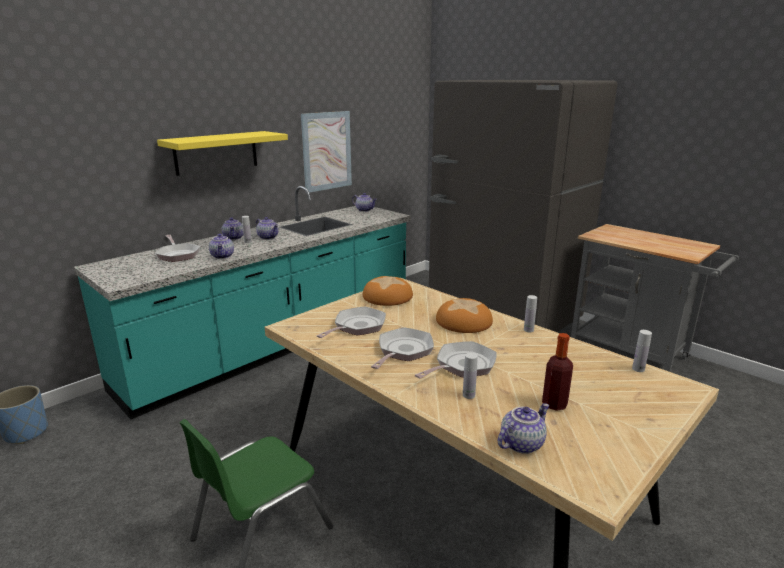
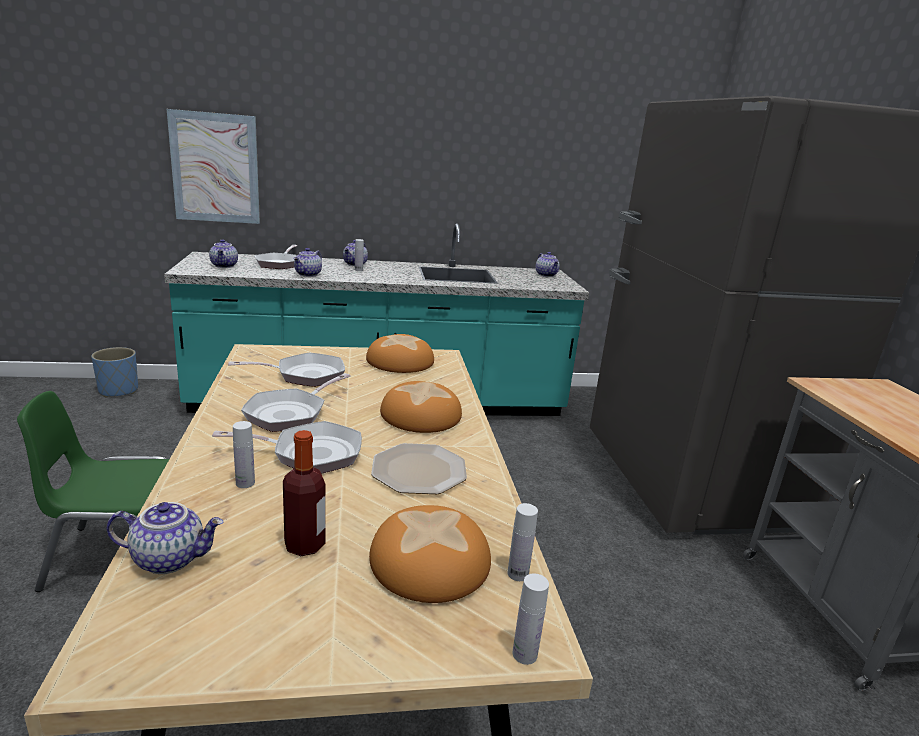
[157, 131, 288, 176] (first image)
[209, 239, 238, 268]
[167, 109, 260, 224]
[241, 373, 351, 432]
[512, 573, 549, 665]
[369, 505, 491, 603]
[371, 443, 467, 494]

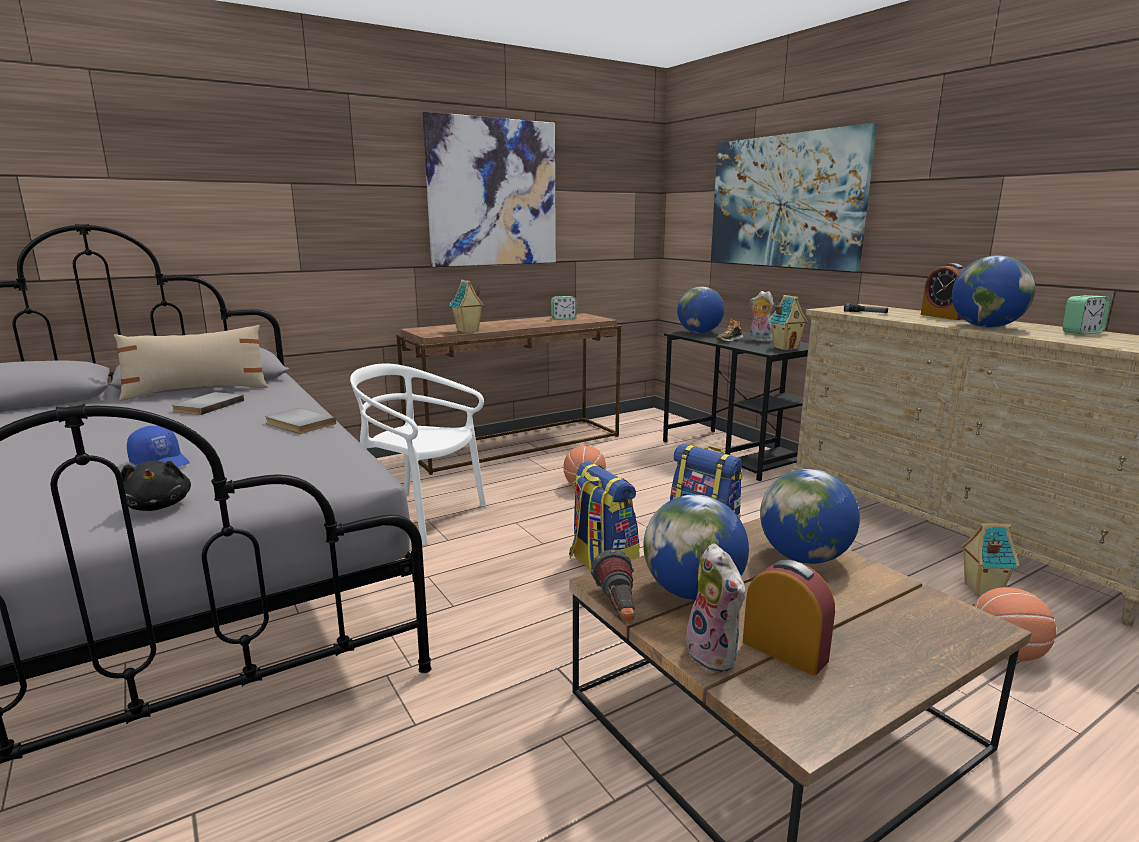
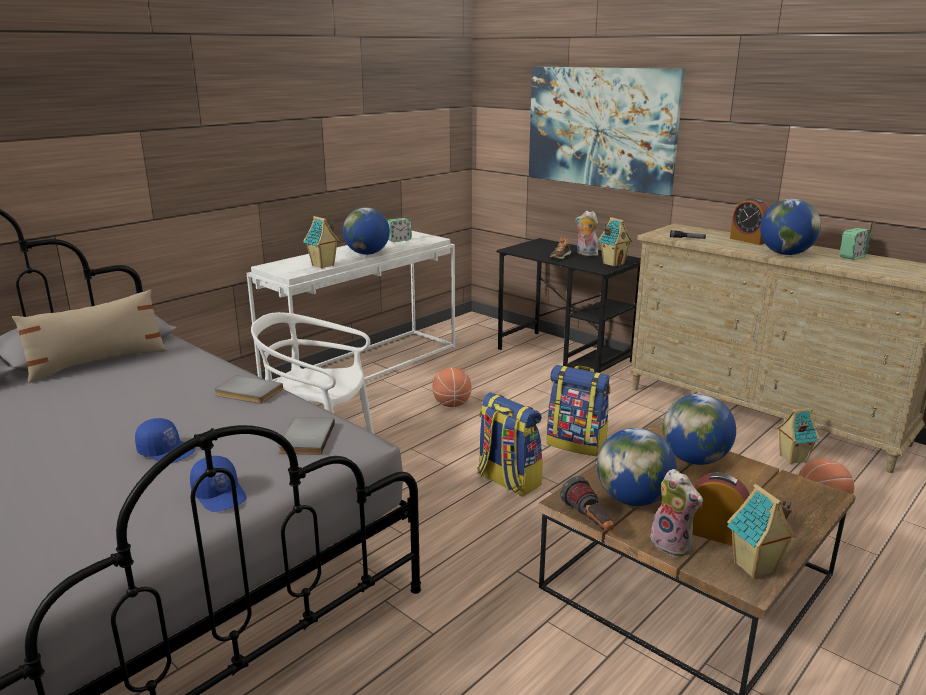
[190, 456, 247, 512]
[278, 417, 335, 455]
[247, 231, 455, 402]
[423, 111, 556, 267] (first image)
[343, 207, 390, 255]
[727, 484, 797, 579]

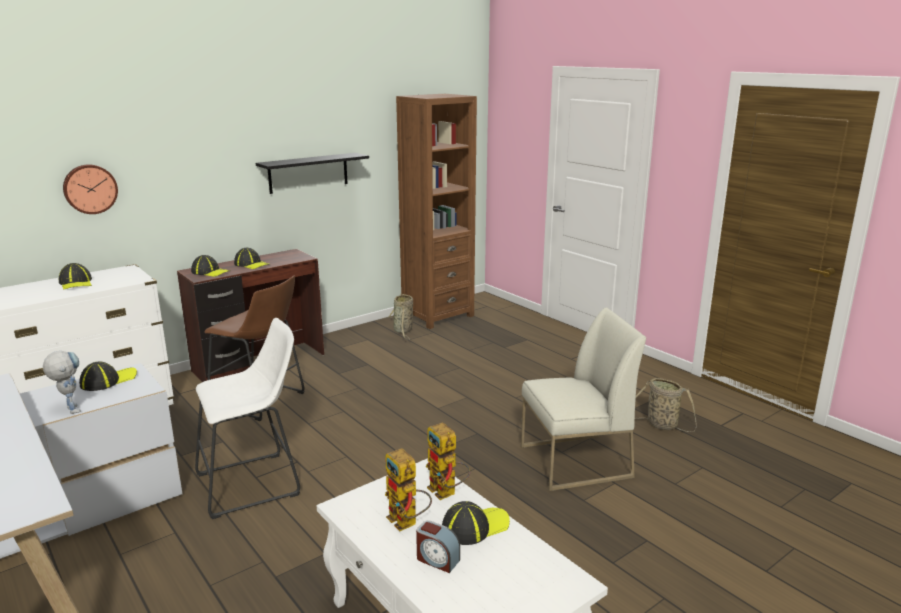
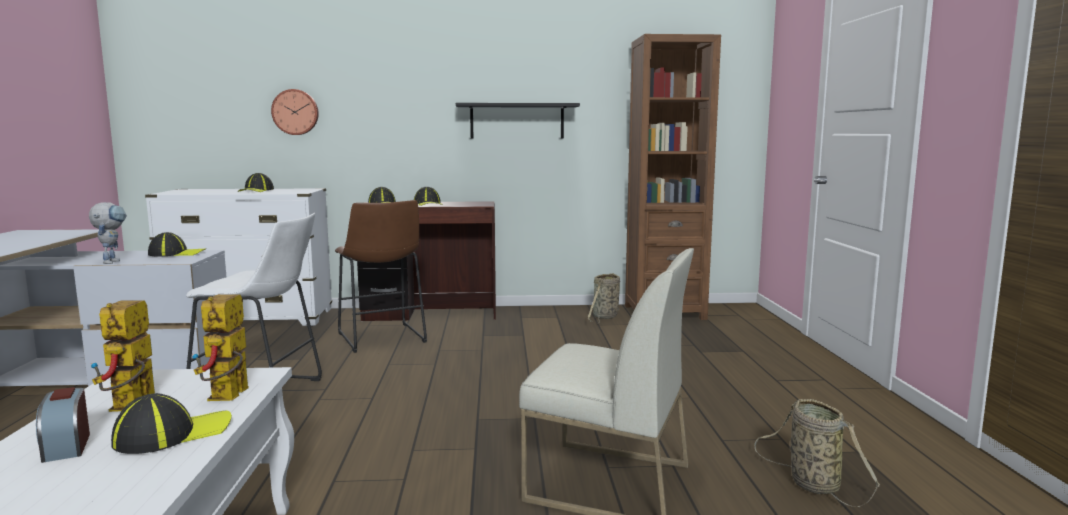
[111, 393, 232, 454]

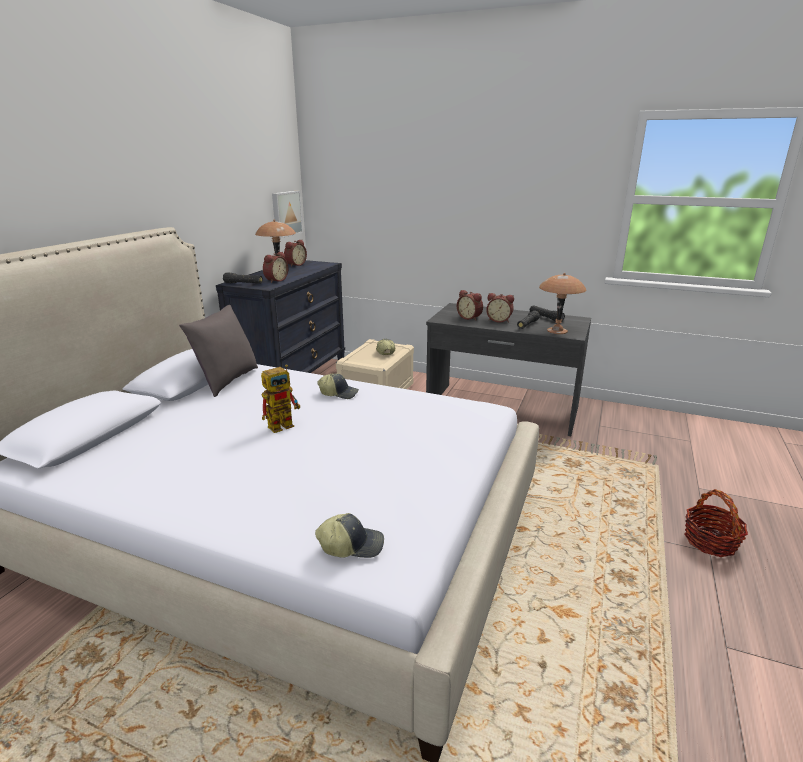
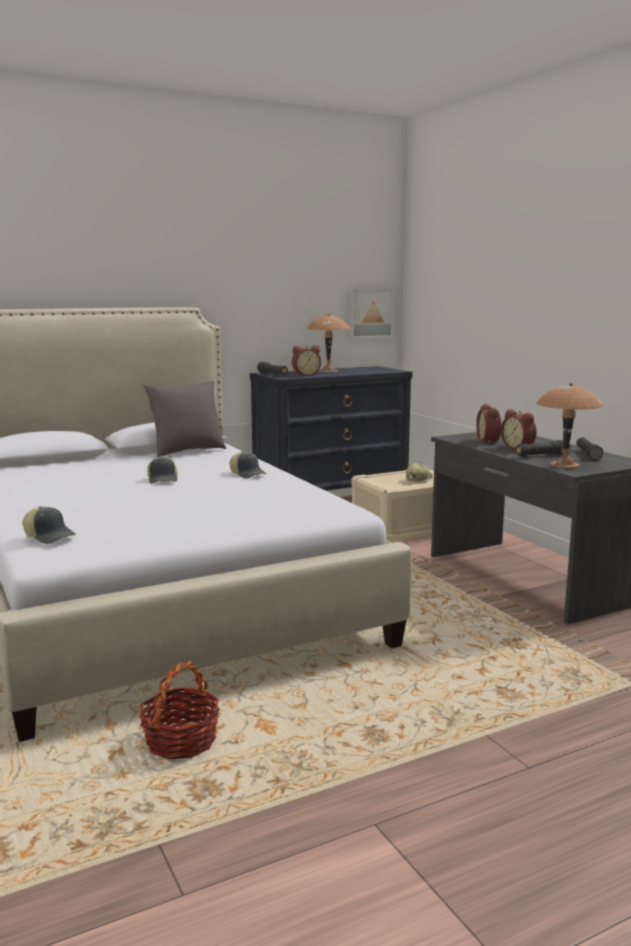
[147, 456, 178, 484]
[284, 240, 307, 267] (first image)
[139, 661, 220, 759]

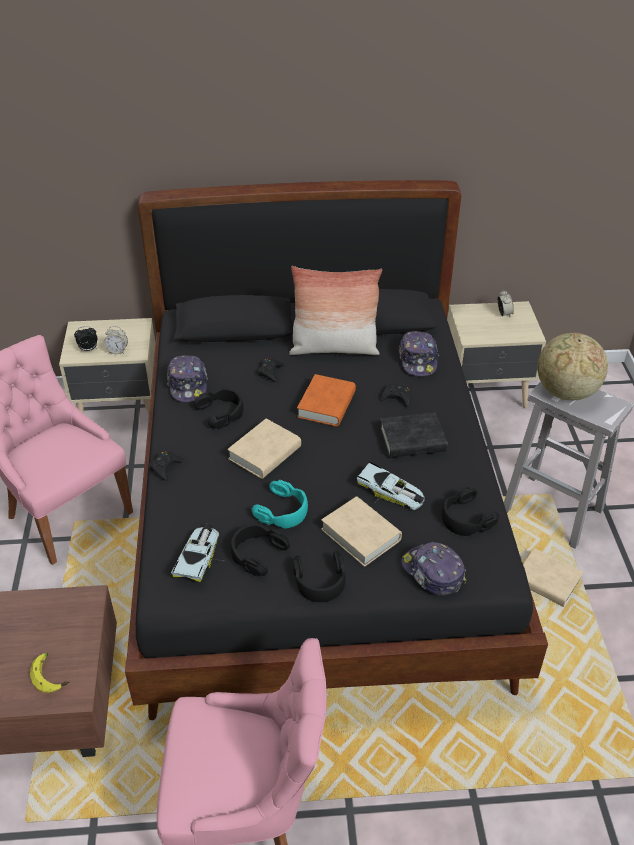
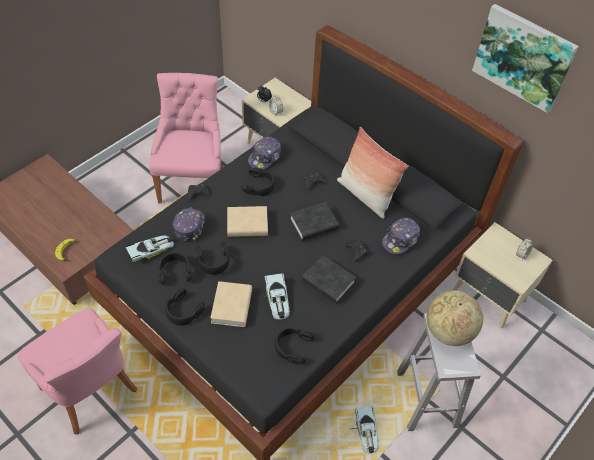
[195, 242, 229, 275]
[290, 202, 339, 241]
[173, 207, 205, 241]
[351, 406, 379, 454]
[472, 4, 579, 113]

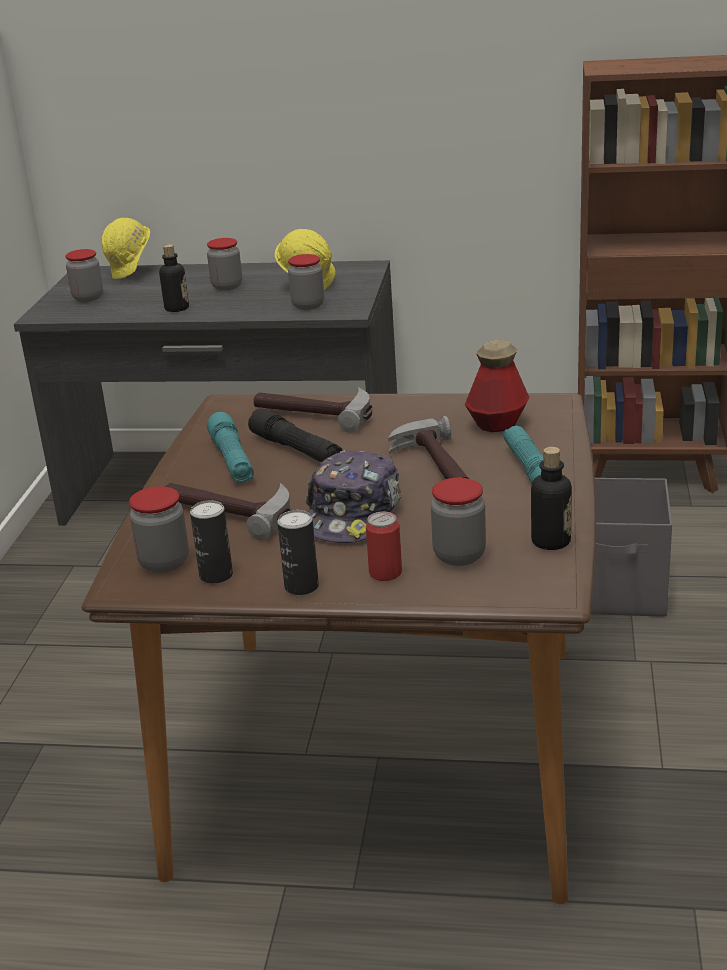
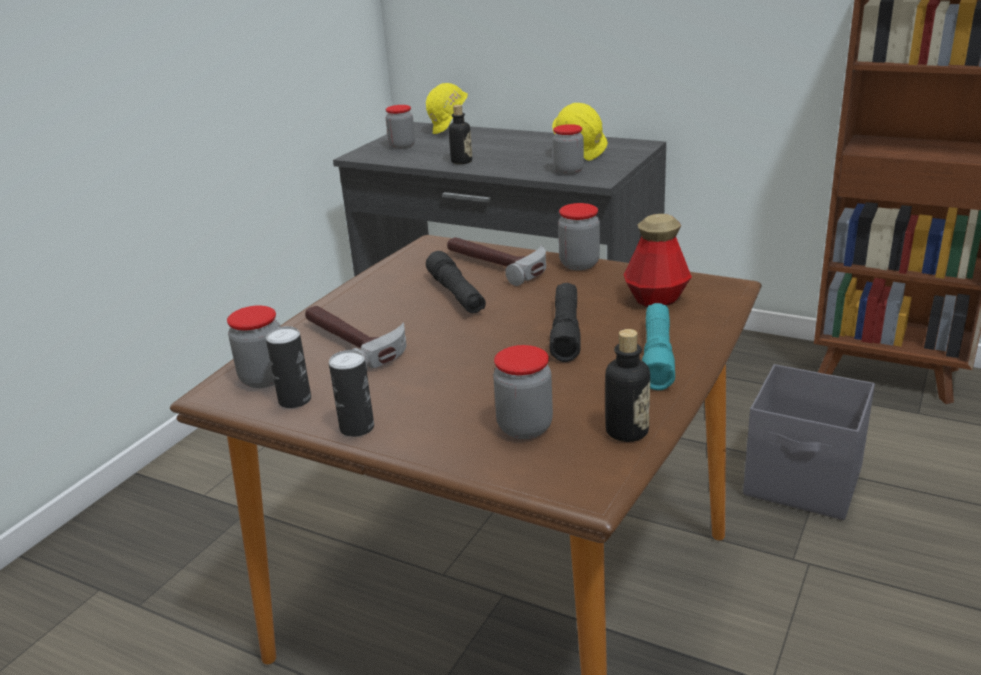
[558, 203, 600, 270]
[207, 412, 254, 483] (first image)
[305, 449, 402, 543] (first image)
[366, 512, 402, 581] (first image)
[549, 283, 581, 362]

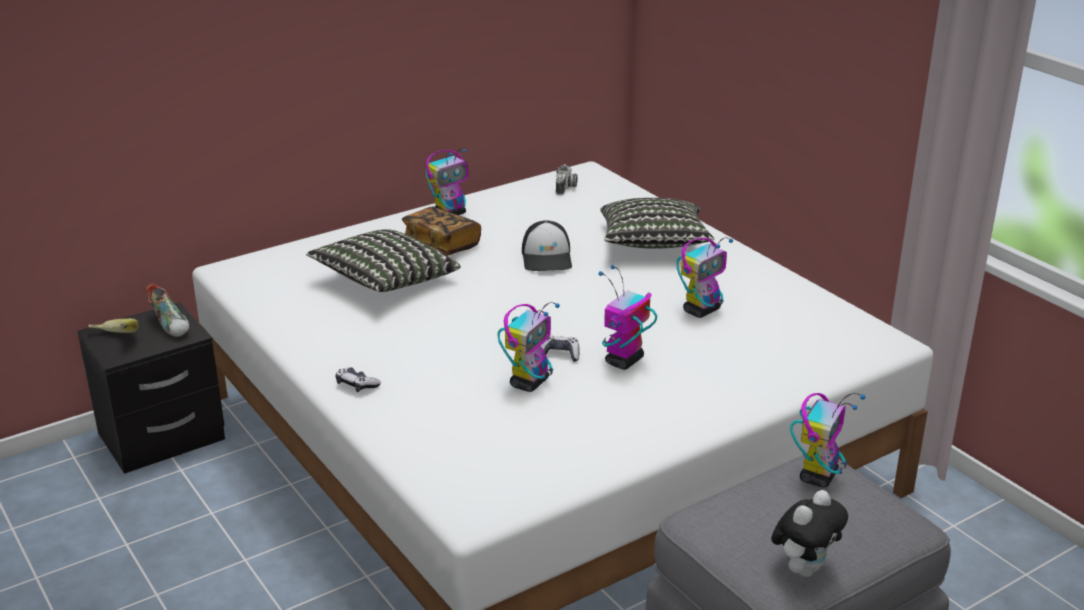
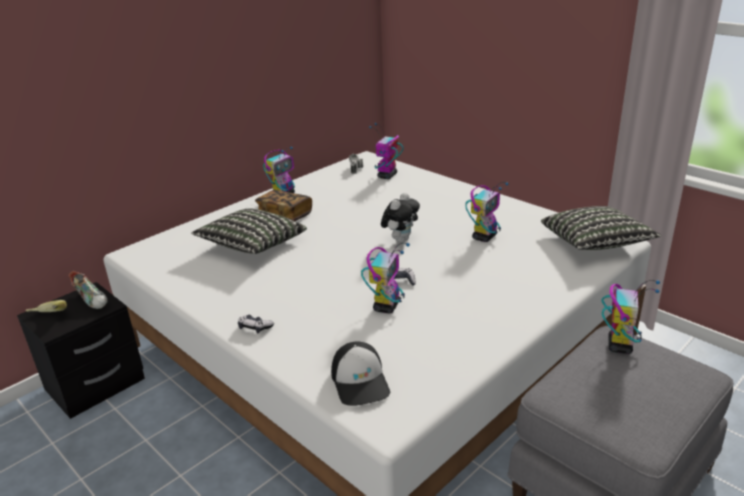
[331, 342, 390, 406]
[369, 123, 403, 179]
[541, 206, 661, 250]
[381, 193, 420, 243]

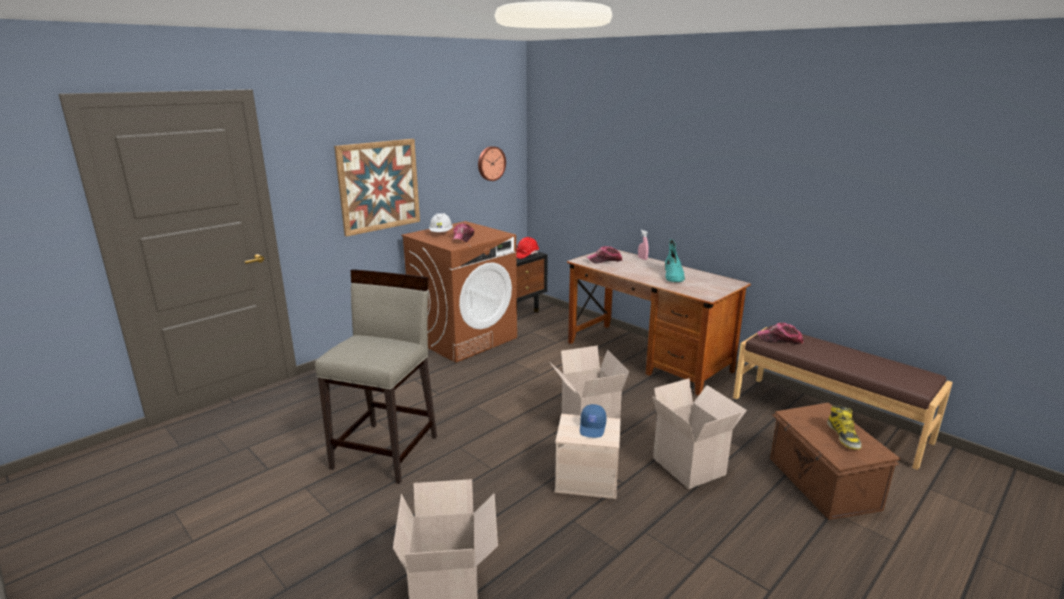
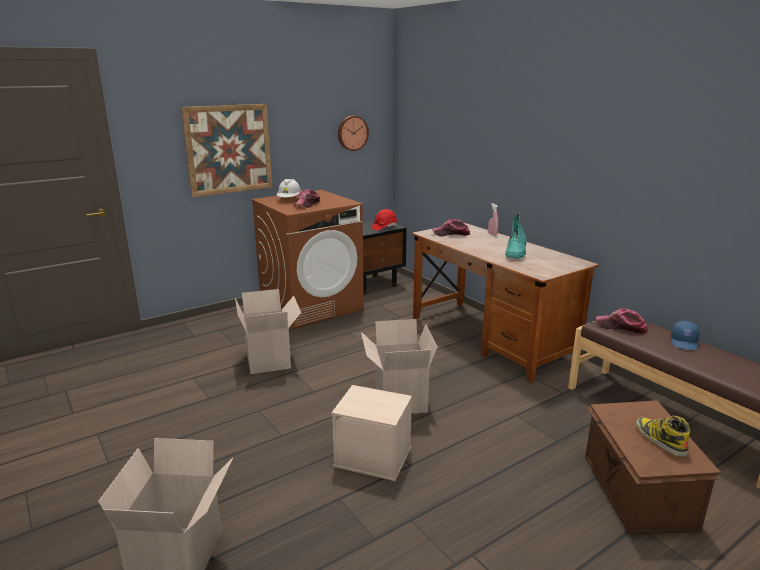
[315, 269, 437, 484] (first image)
[671, 321, 700, 350]
[235, 289, 301, 374]
[636, 416, 690, 457]

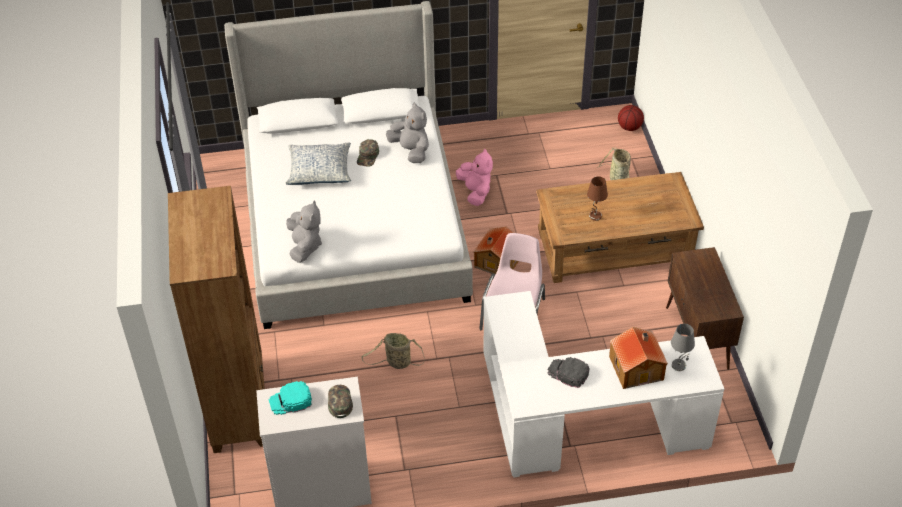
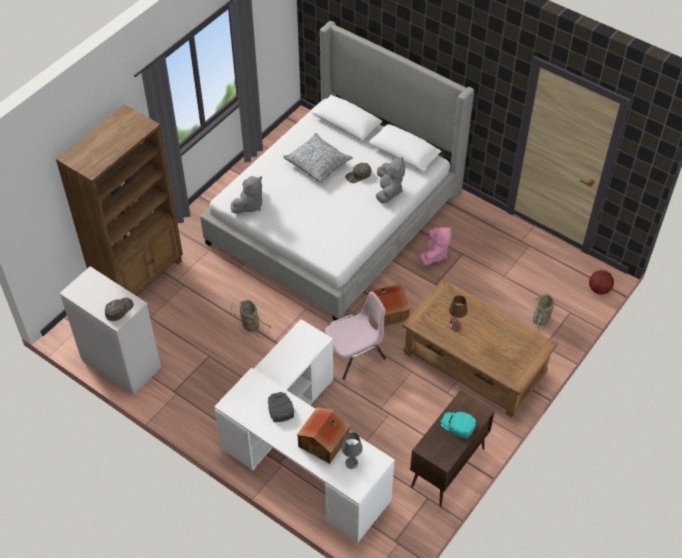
[441, 411, 476, 439]

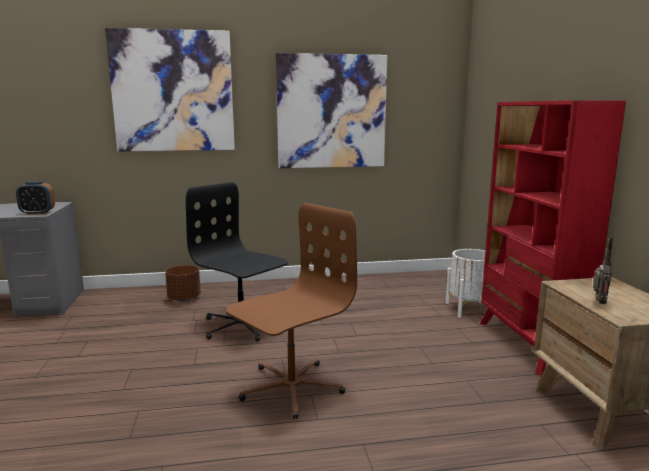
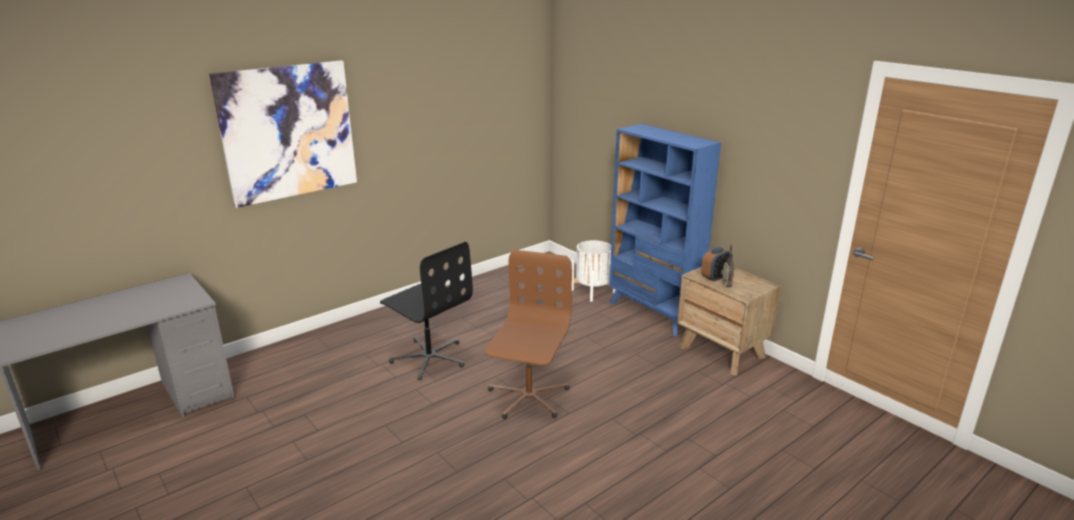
[701, 247, 729, 282]
[165, 265, 201, 302] (first image)
[380, 242, 473, 380]
[276, 53, 387, 168] (first image)
[609, 124, 721, 336]

